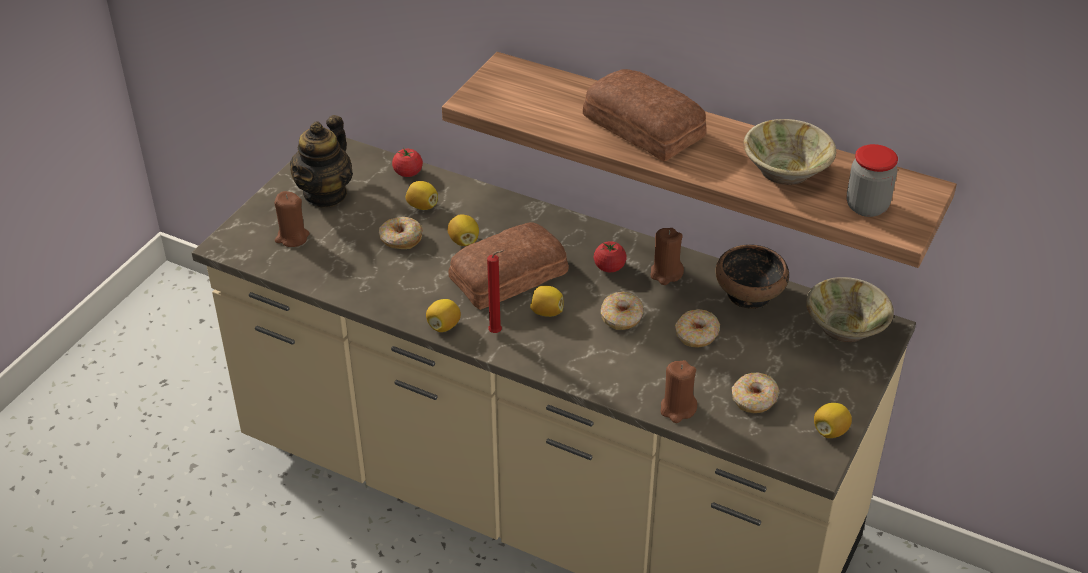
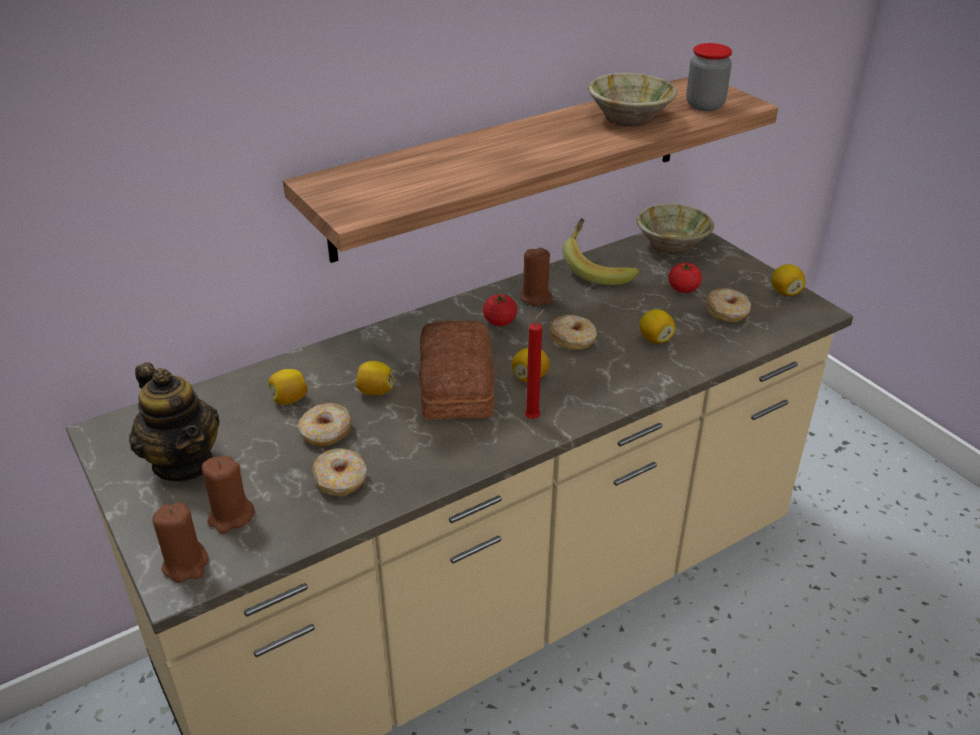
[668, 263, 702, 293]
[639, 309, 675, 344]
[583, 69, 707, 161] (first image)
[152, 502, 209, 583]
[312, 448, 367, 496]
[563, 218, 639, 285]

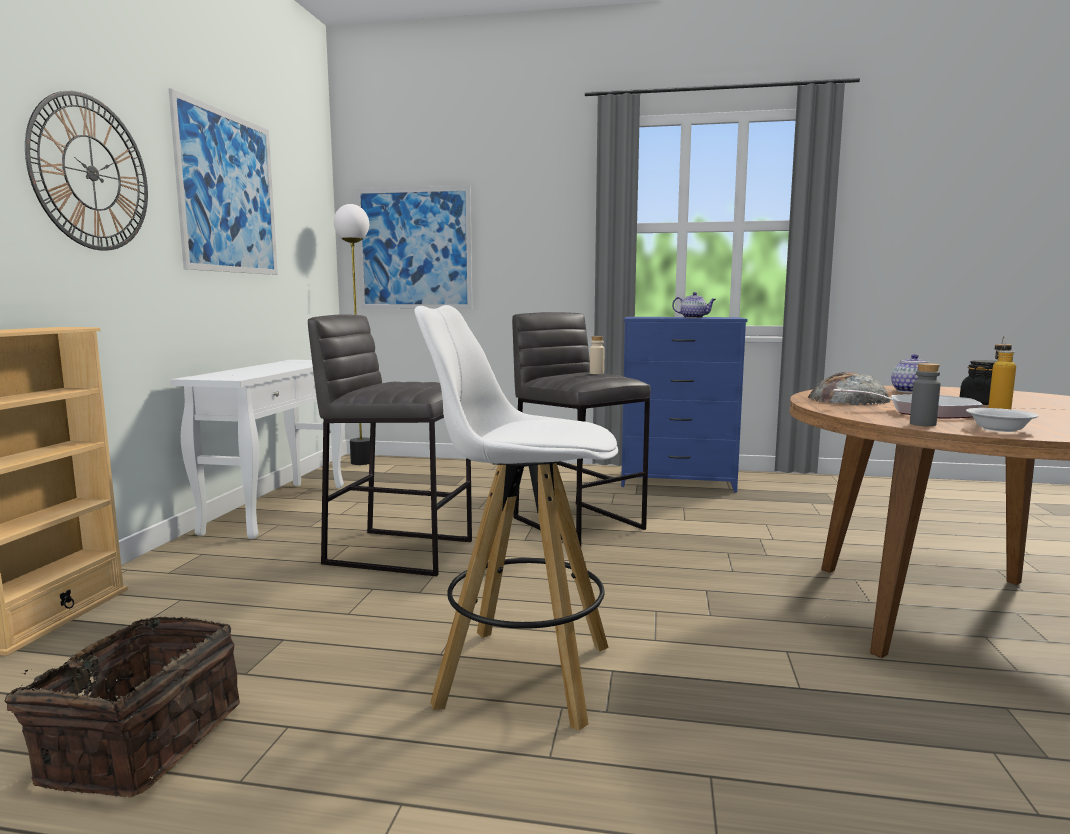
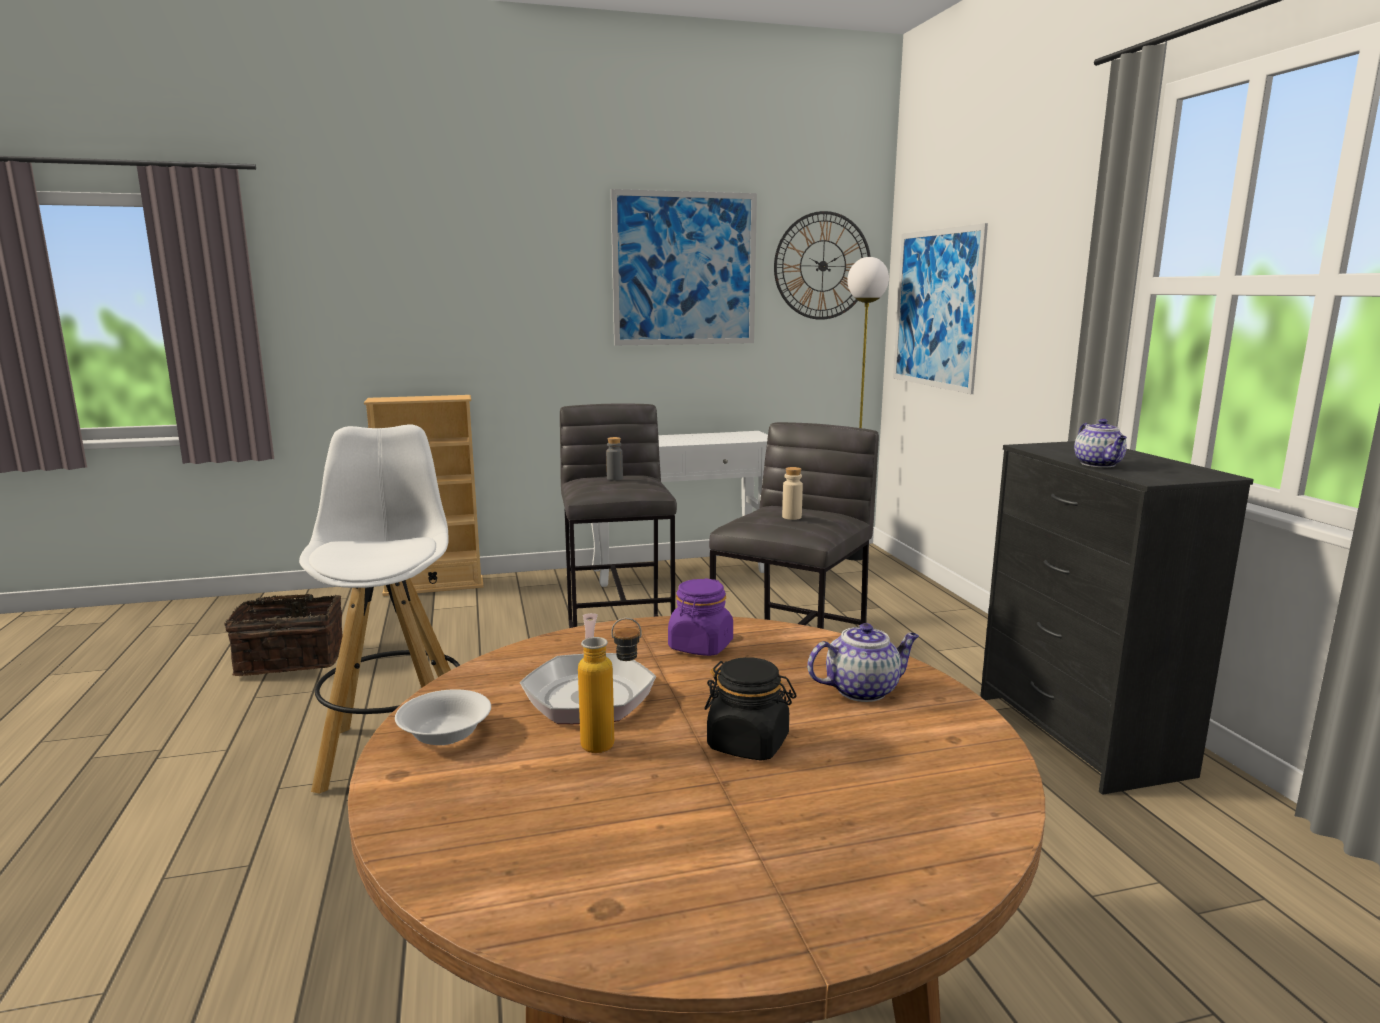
[774, 211, 871, 320]
[980, 441, 1254, 795]
[668, 578, 733, 656]
[606, 437, 623, 481]

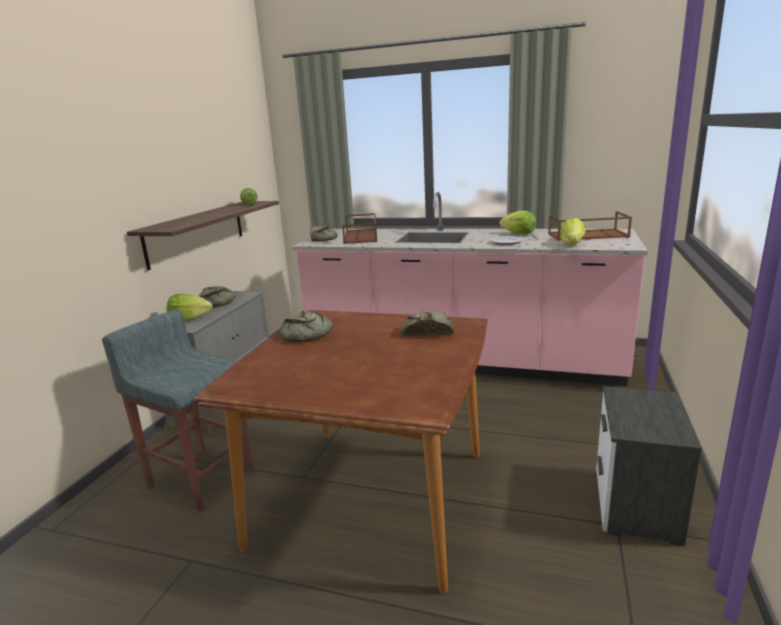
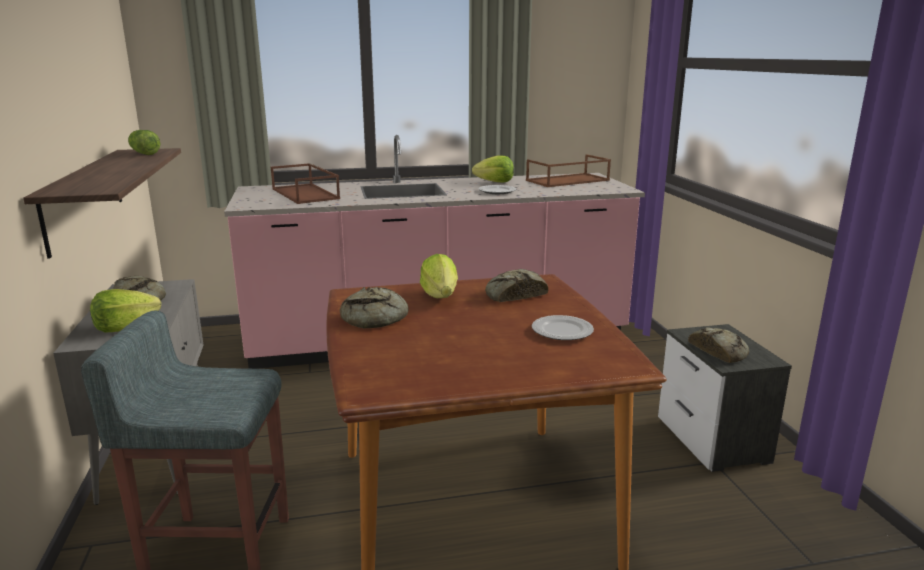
[688, 327, 749, 363]
[420, 254, 458, 298]
[532, 315, 594, 340]

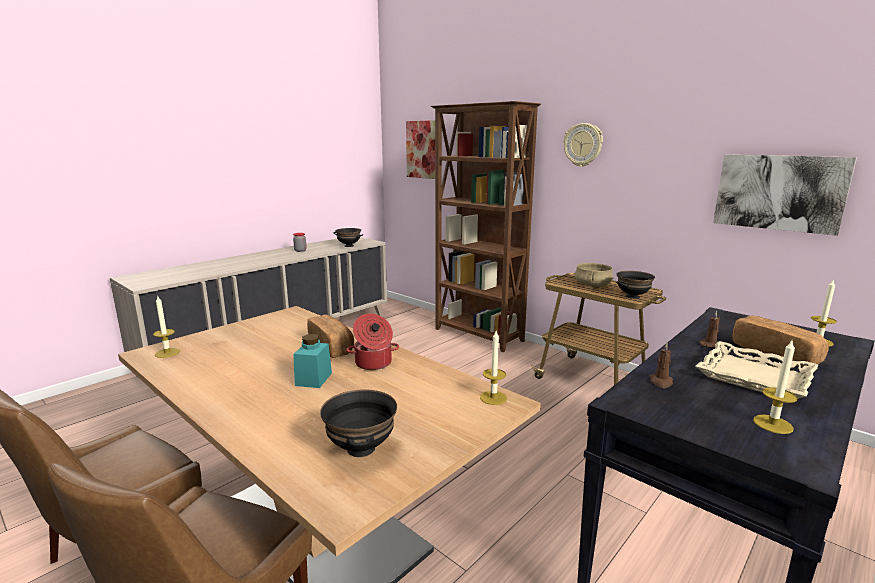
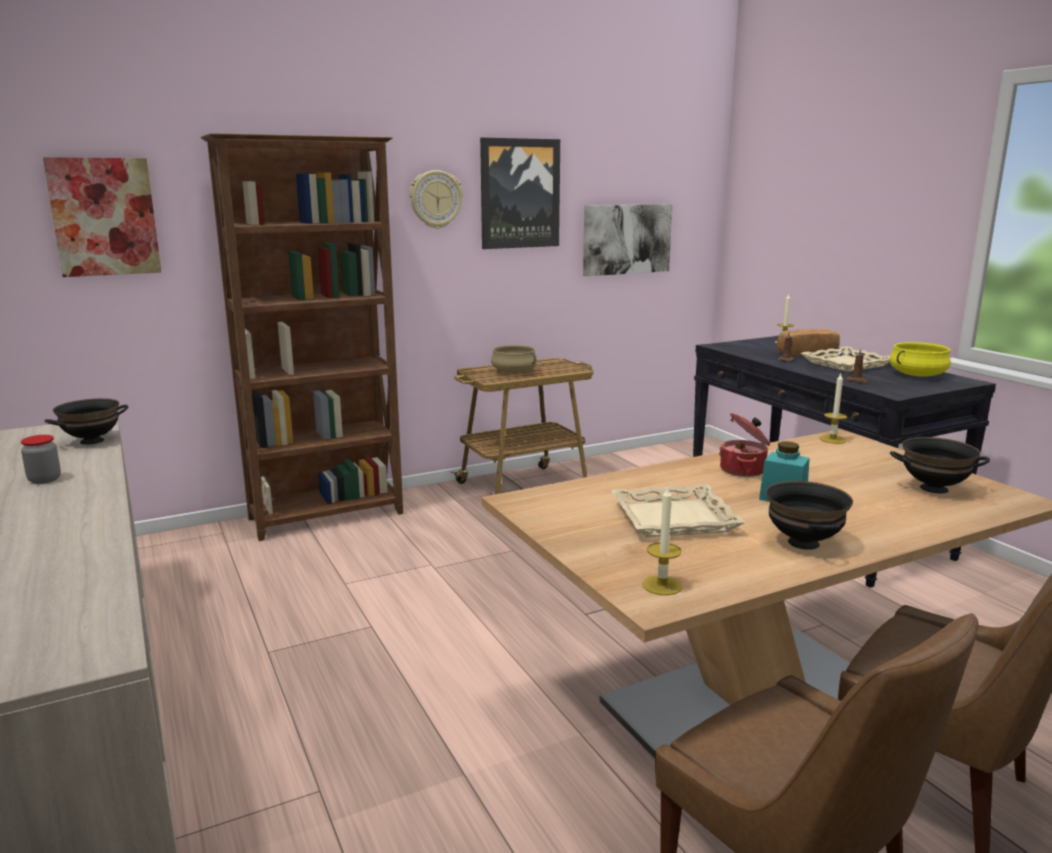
[307, 314, 354, 358] (first image)
[766, 481, 853, 550]
[890, 342, 951, 377]
[480, 138, 560, 249]
[611, 484, 746, 537]

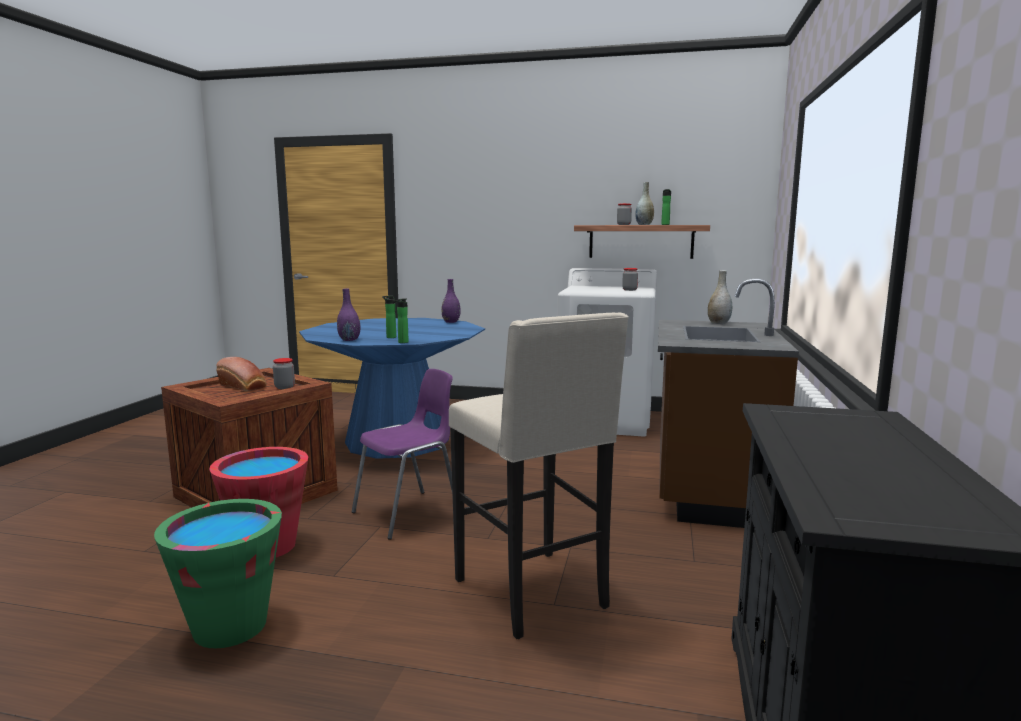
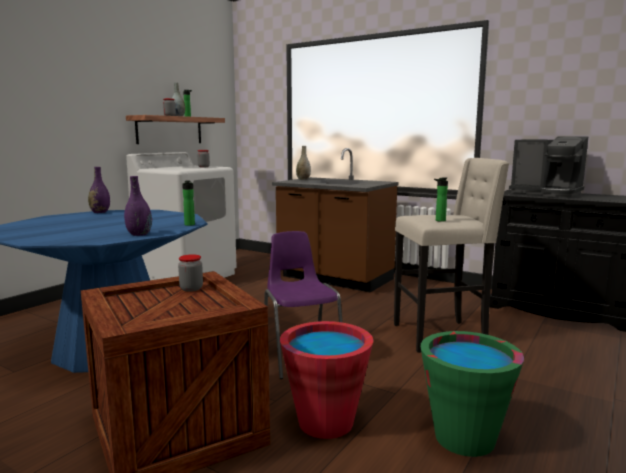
[216, 357, 266, 391] (first image)
[434, 177, 448, 222]
[509, 136, 588, 197]

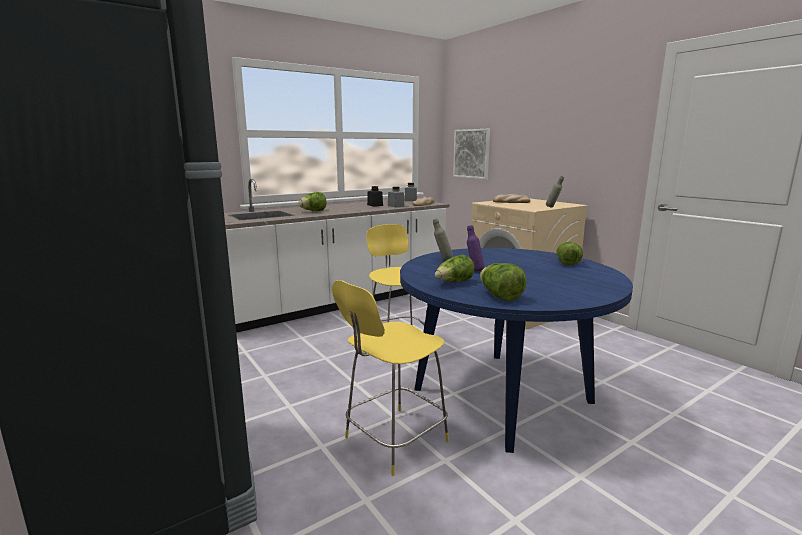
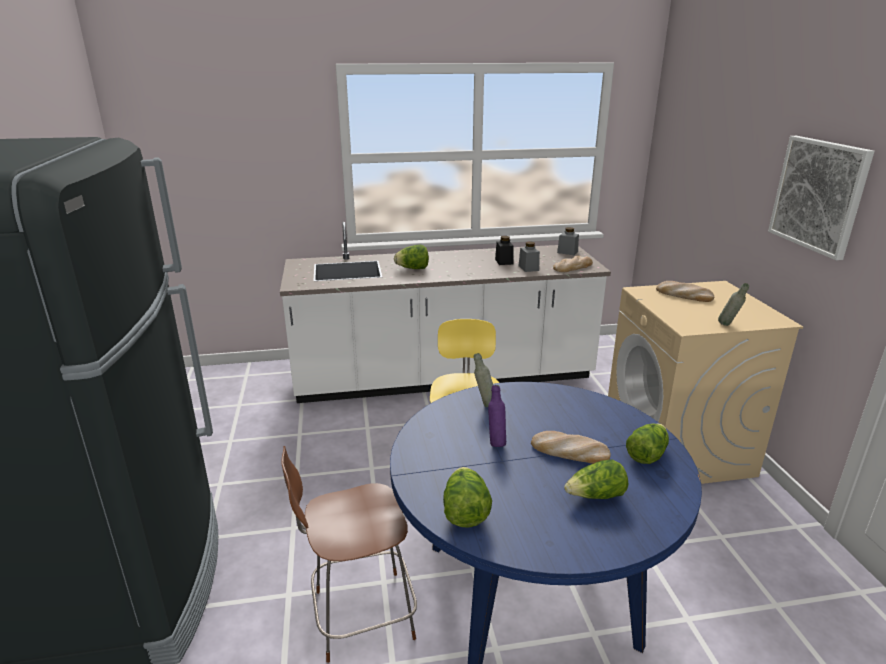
[281, 446, 417, 663]
[564, 460, 628, 499]
[768, 136, 874, 260]
[531, 431, 611, 464]

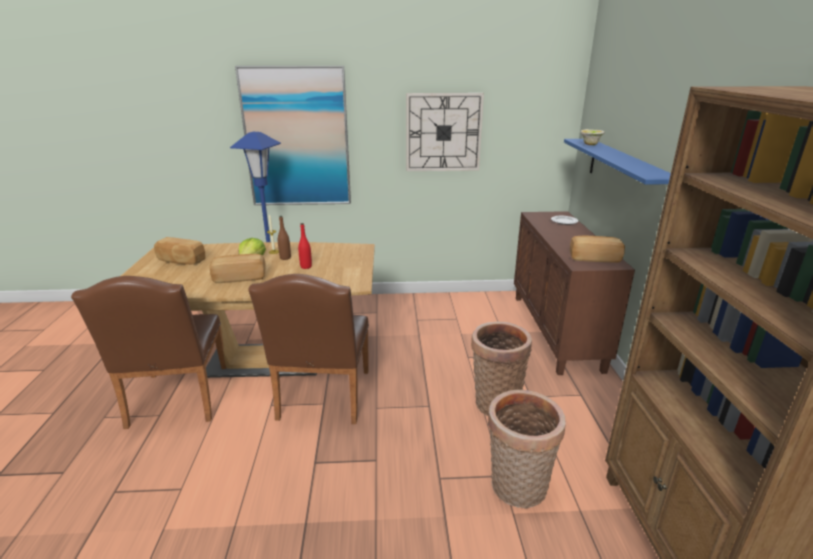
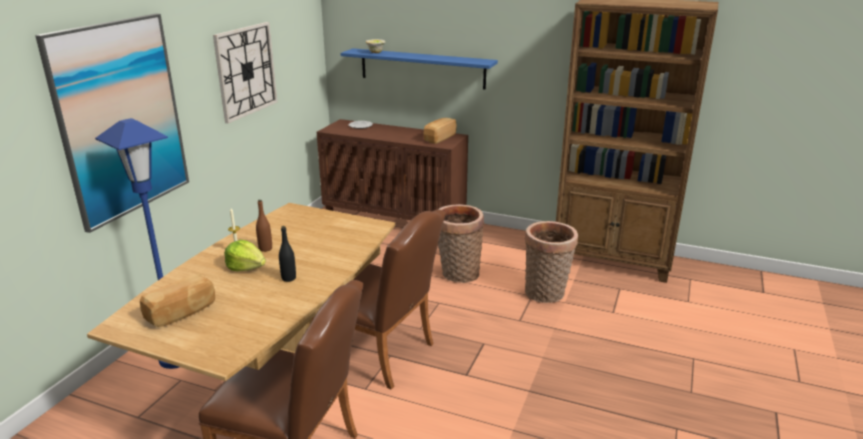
[279, 226, 296, 282]
[298, 223, 312, 269] (first image)

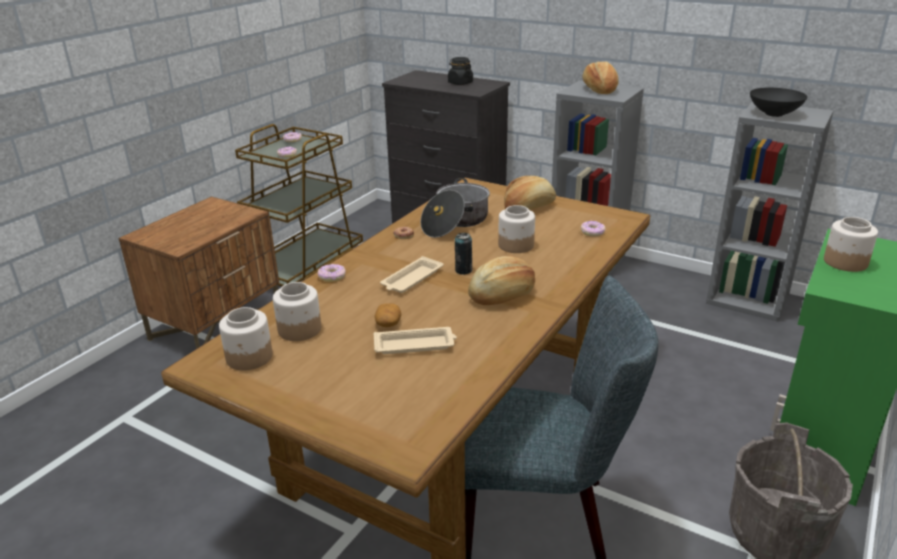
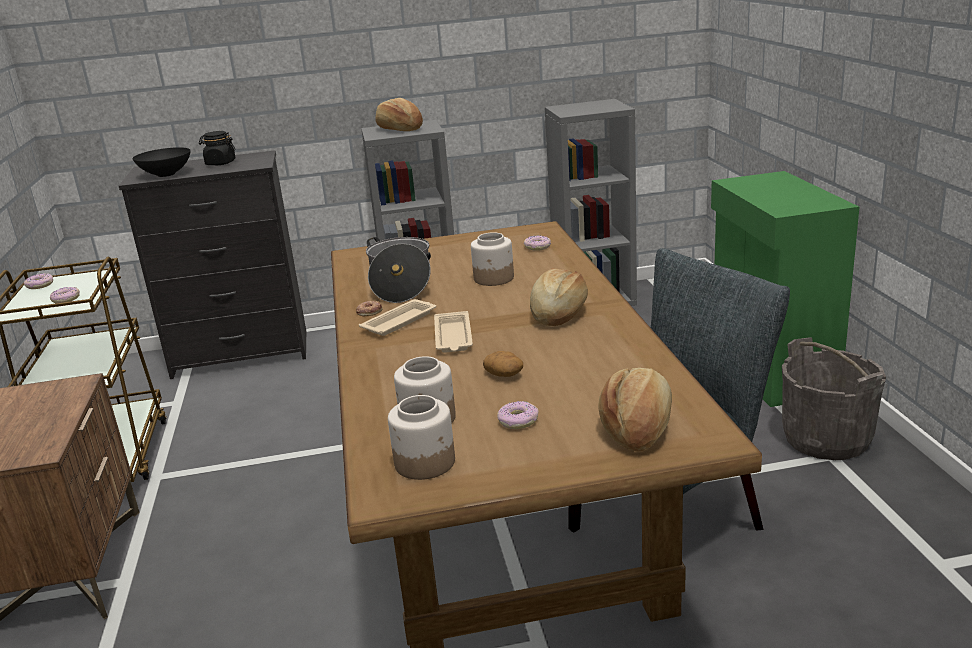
[497, 401, 539, 429]
[359, 299, 436, 336]
[455, 233, 472, 275] (first image)
[598, 368, 672, 451]
[133, 147, 190, 177]
[824, 217, 878, 272] (first image)

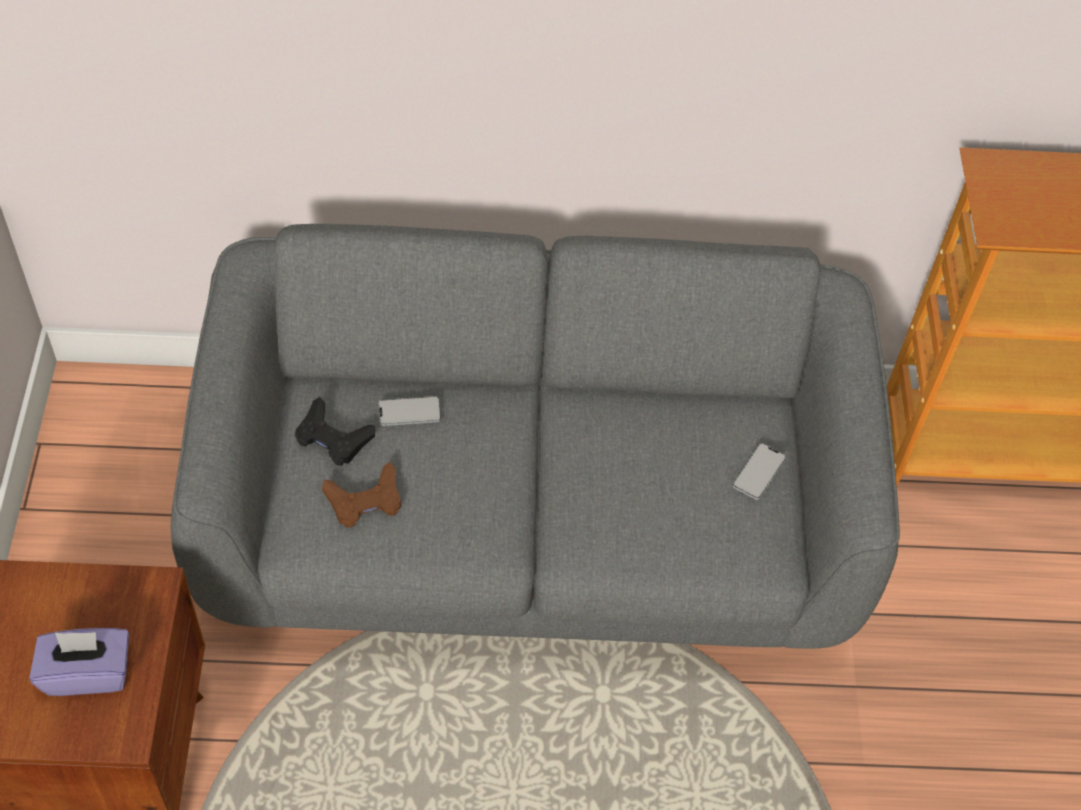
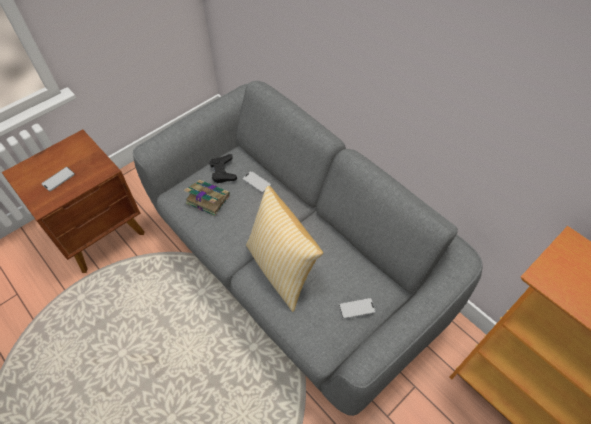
[42, 167, 75, 191]
[184, 180, 230, 216]
[246, 186, 323, 312]

